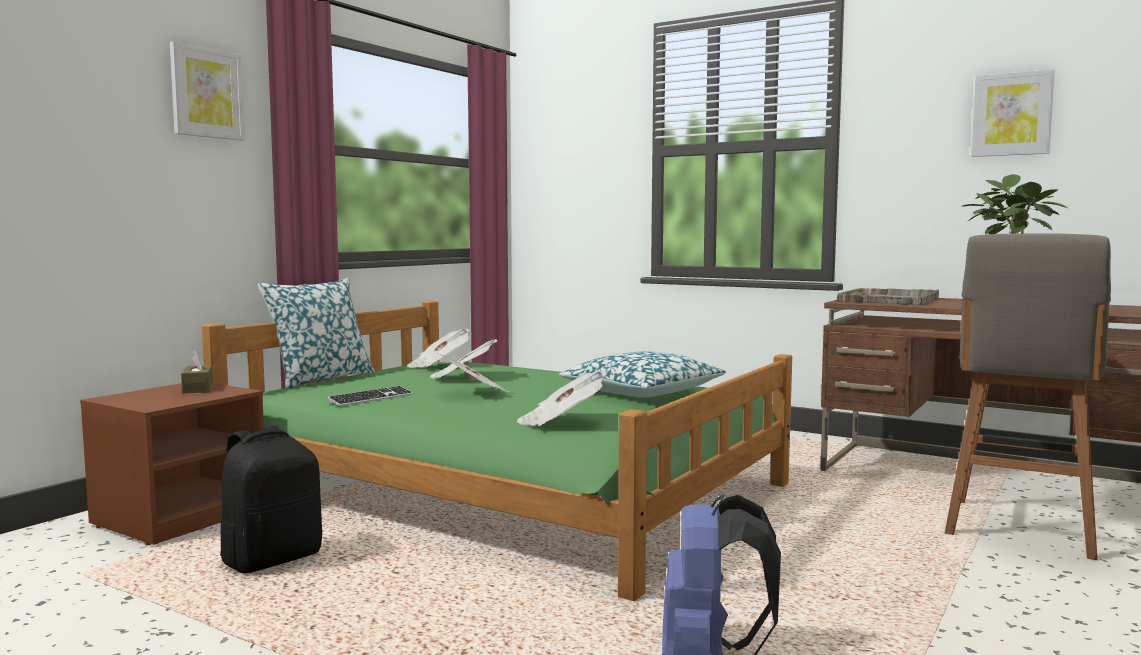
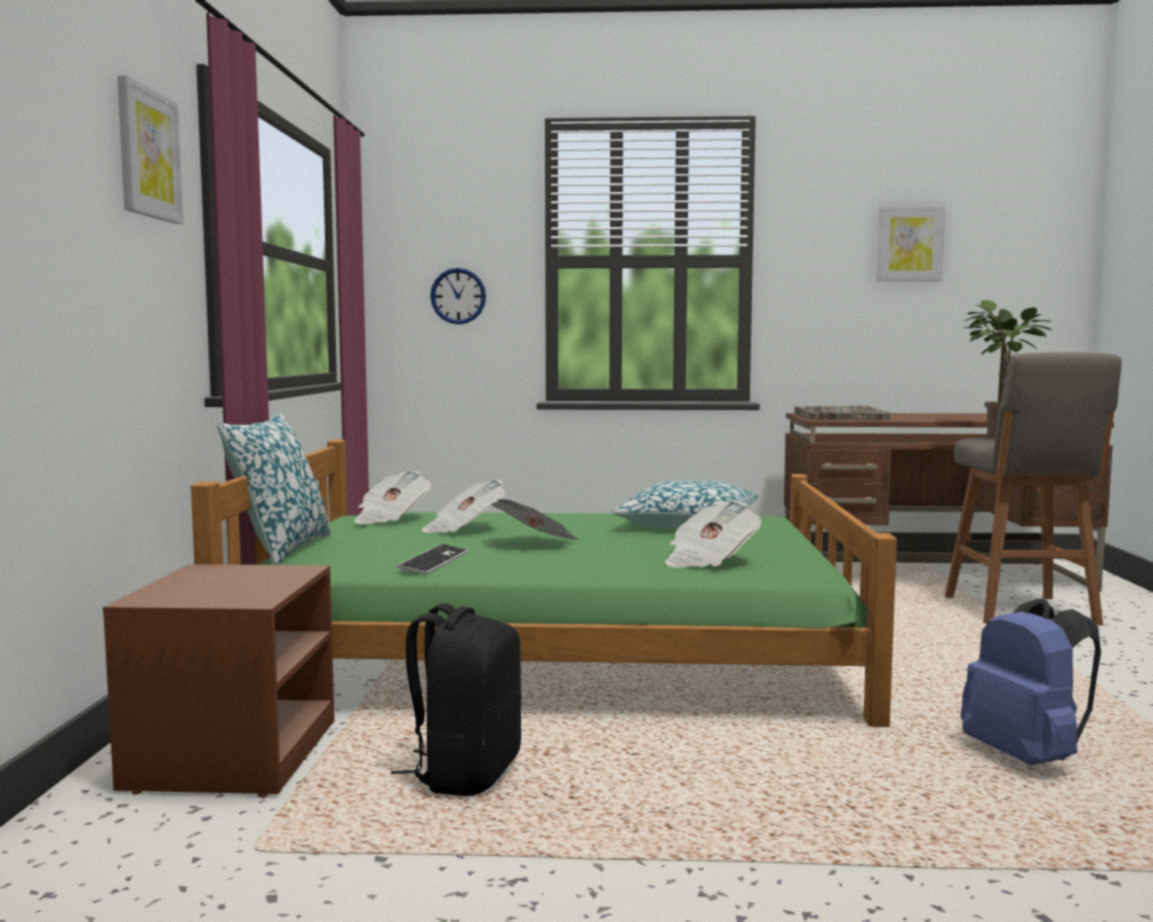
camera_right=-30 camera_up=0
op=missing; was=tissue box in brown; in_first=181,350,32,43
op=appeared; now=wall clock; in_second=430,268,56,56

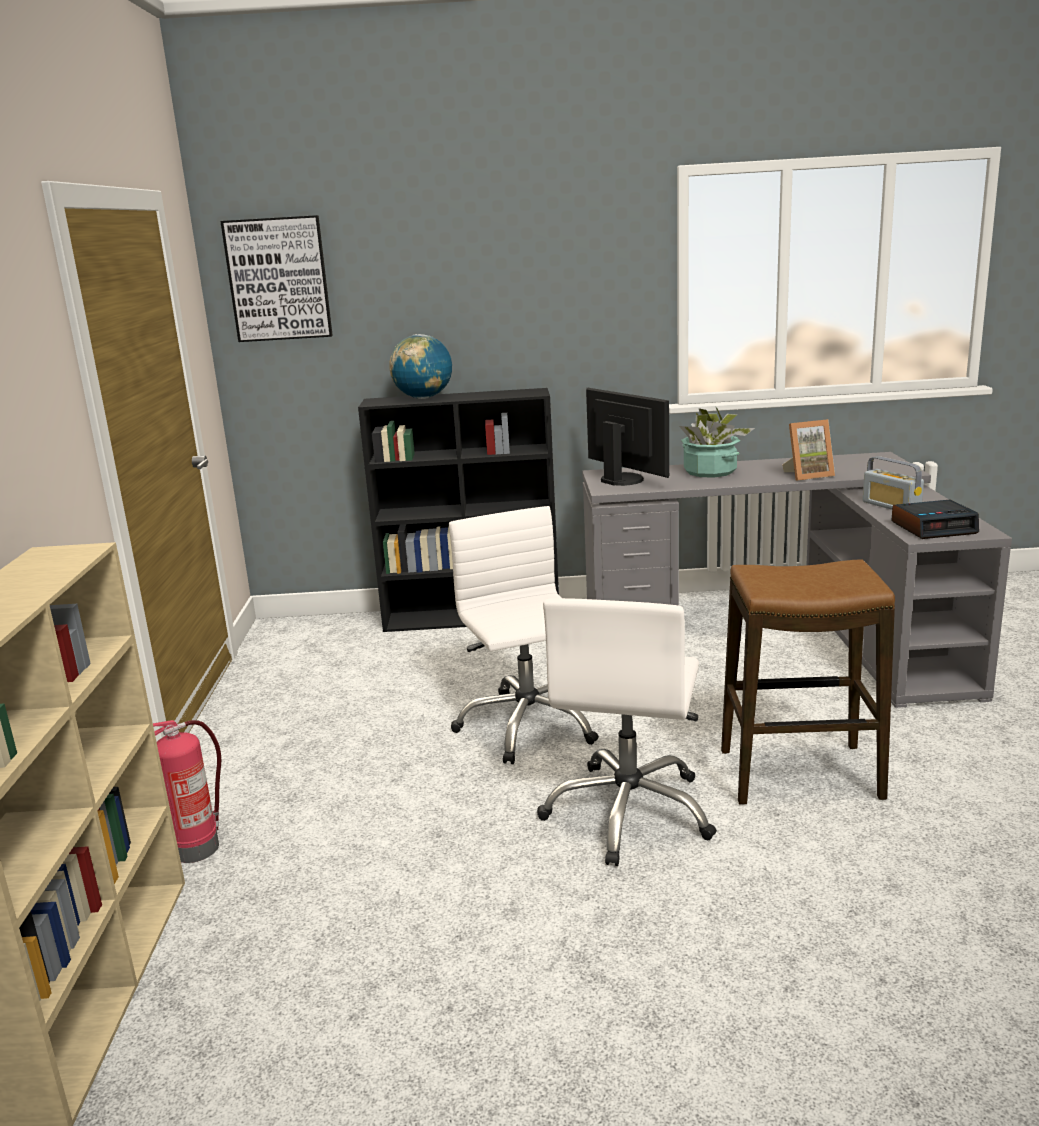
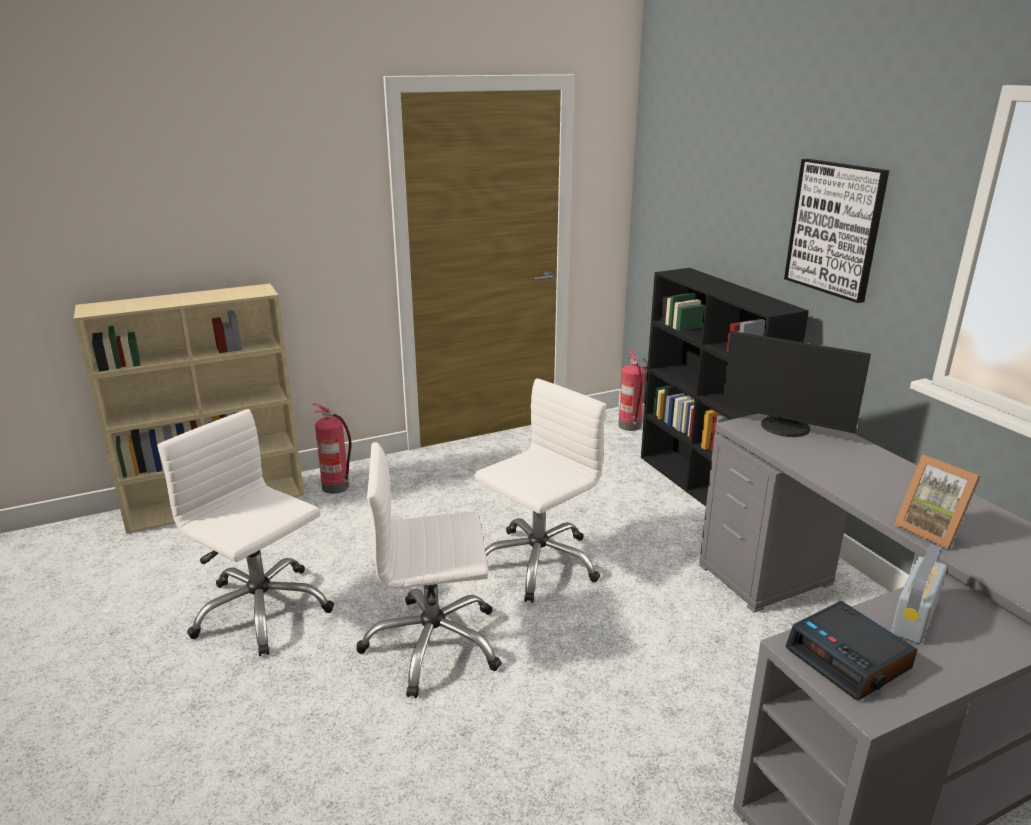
camera_right=65 camera_up=5
op=relocated; was=picture; in_first=220,215,113,127; in_second=784,159,105,144
op=missing; was=globe; in_first=389,334,63,65
op=spun; was=monitor; in_first=586,388,83,98; in_second=722,331,149,106; clockwise=90
op=missing; was=potted plant; in_first=679,407,76,71
op=missing; was=stool; in_first=721,559,174,246
op=appeared; now=fire extinguisher; in_second=618,350,27,81
op=appeared; now=office chair in white; in_second=157,409,177,247

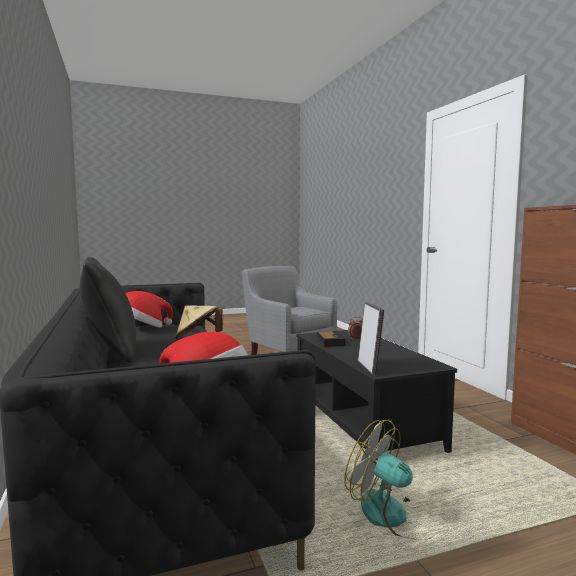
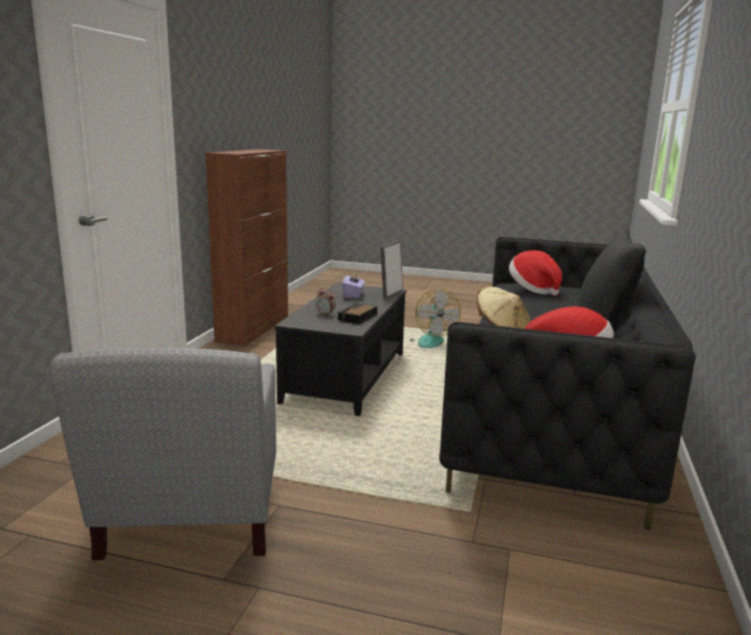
camera_right=-145 camera_up=10
op=appeared; now=tissue box in purple; in_second=342,272,23,27

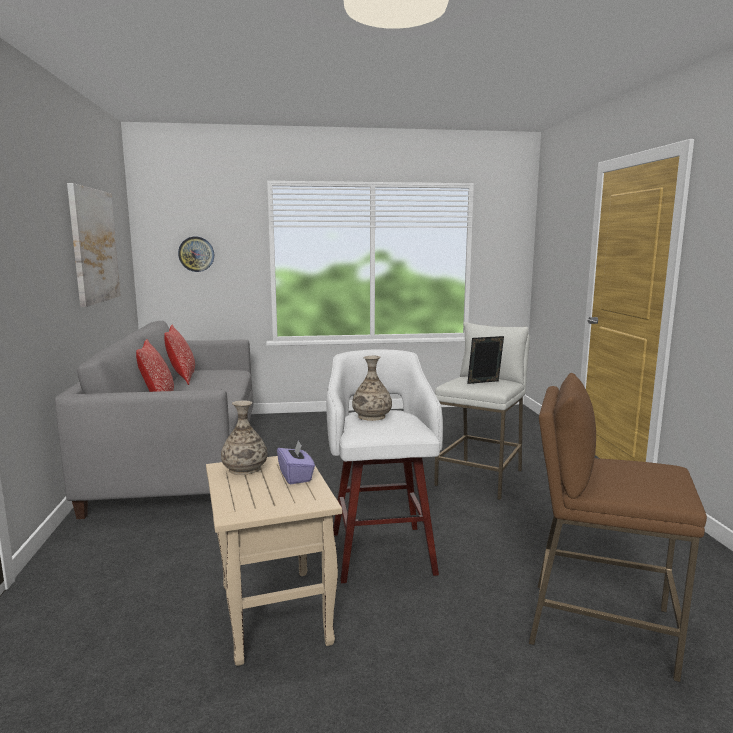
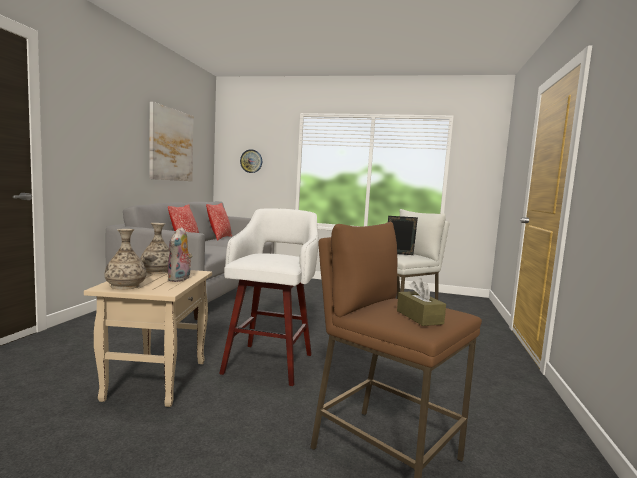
camera_right=20 camera_up=-5
op=relocated; was=vase; in_first=352,356,40,65; in_second=104,229,42,61
op=exchanged; was=tissue box in purple; now=plush toy; in_first=277,441,38,43; in_second=168,227,25,55
op=appeared; now=tissue box in brown; in_second=397,278,49,48

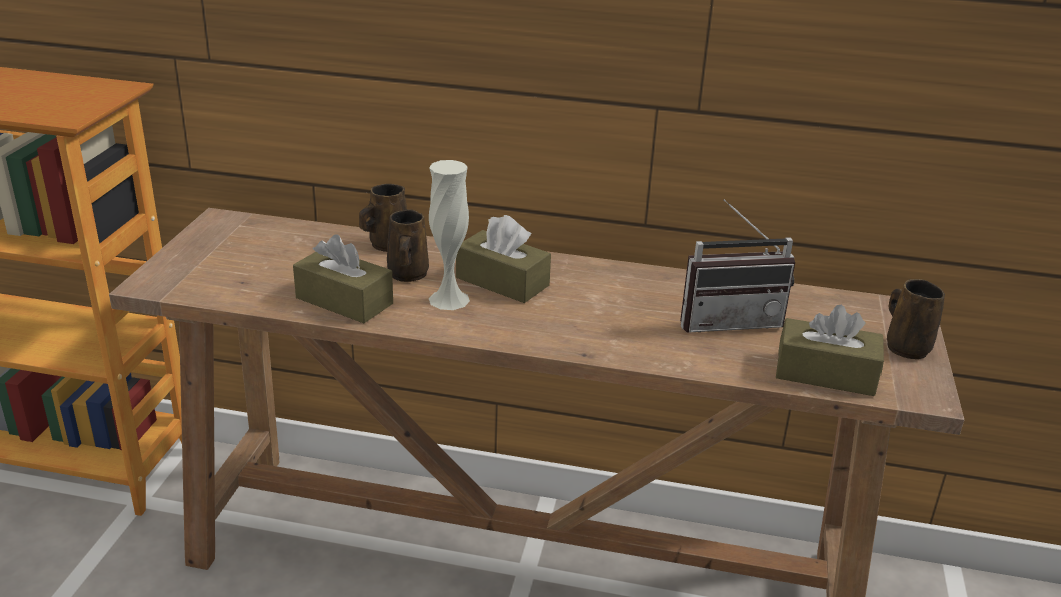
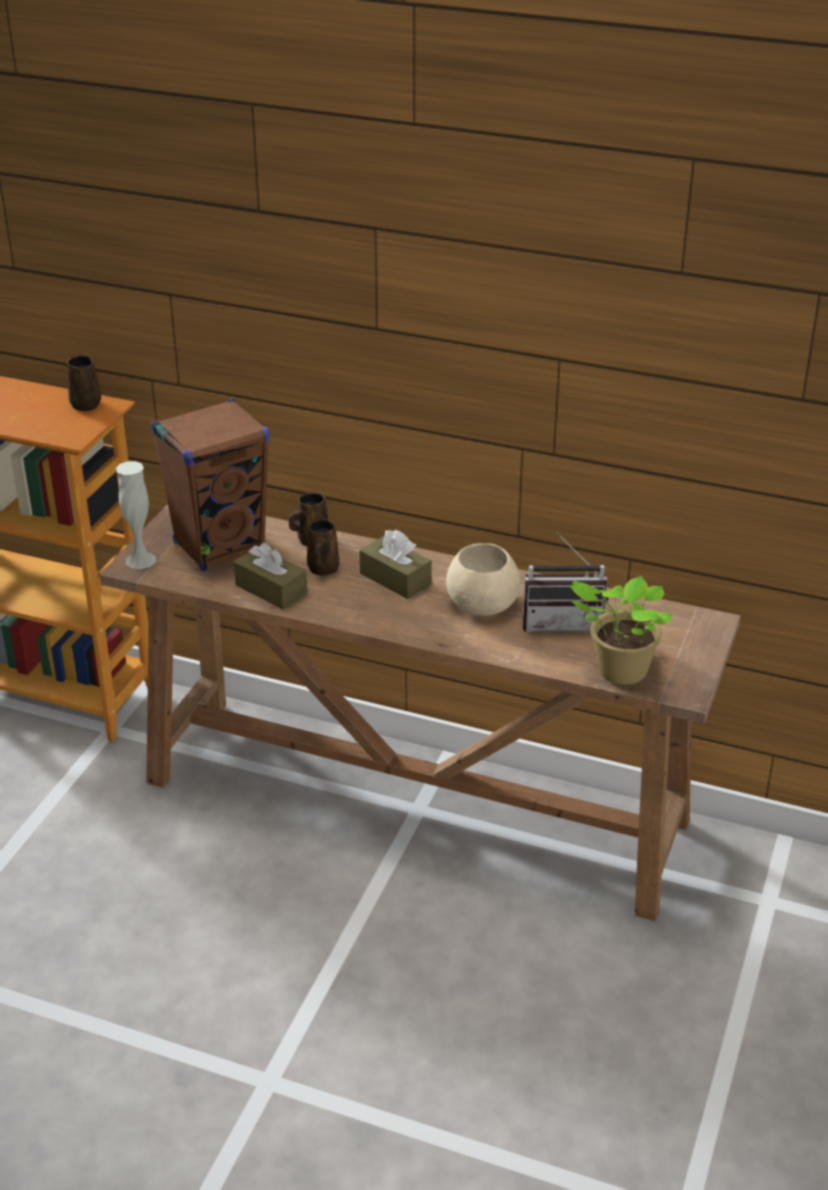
camera_right=10 camera_up=5
op=relocated; was=vase in white; in_first=429,160,41,150; in_second=116,461,40,108
op=relocated; was=mug in brown; in_first=887,279,58,80; in_second=67,355,34,56
op=exchanged; was=tissue box in brown; now=potted plant; in_first=776,305,108,91; in_second=569,576,103,109
op=appeared; now=speaker in brown; in_second=151,399,119,173
op=appeared; now=bowl in beige; in_second=446,543,74,73

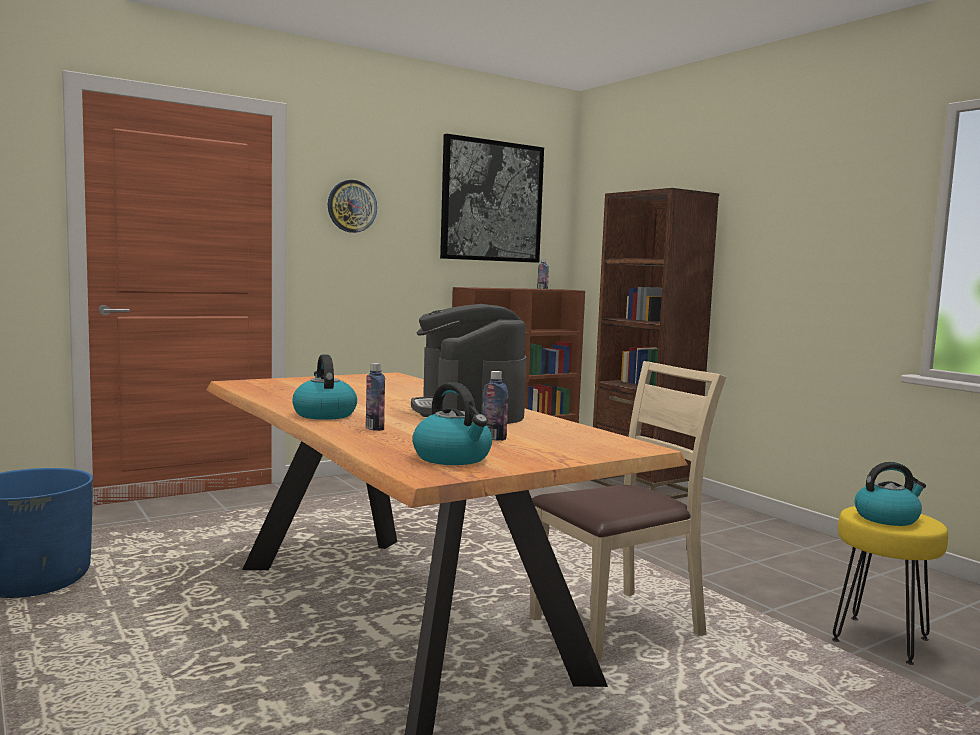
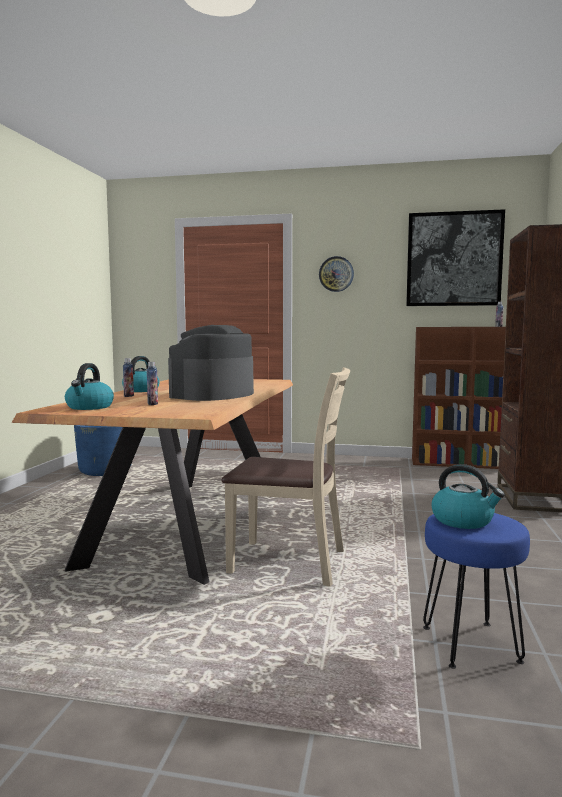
camera_right=45 camera_up=0
op=colour; was=stool in yellow; now=stool in blue; in_first=832,506,116,159; in_second=423,513,107,156

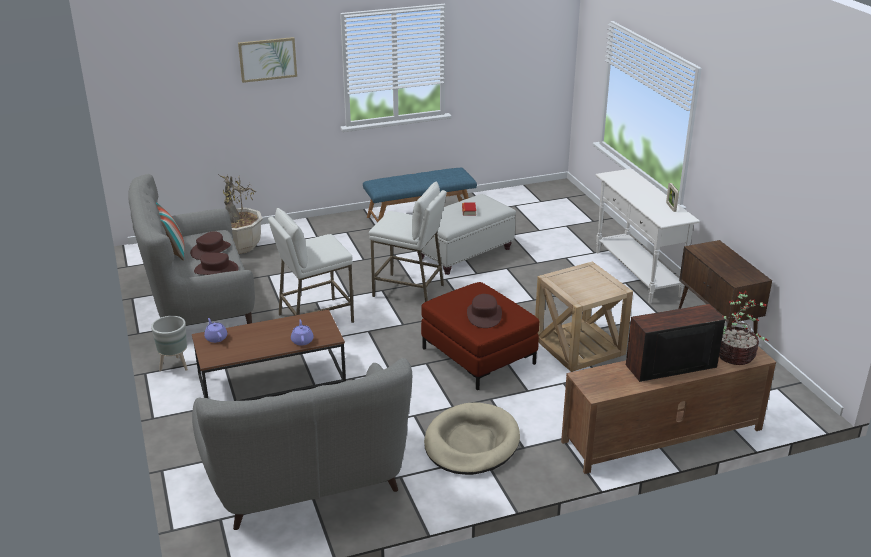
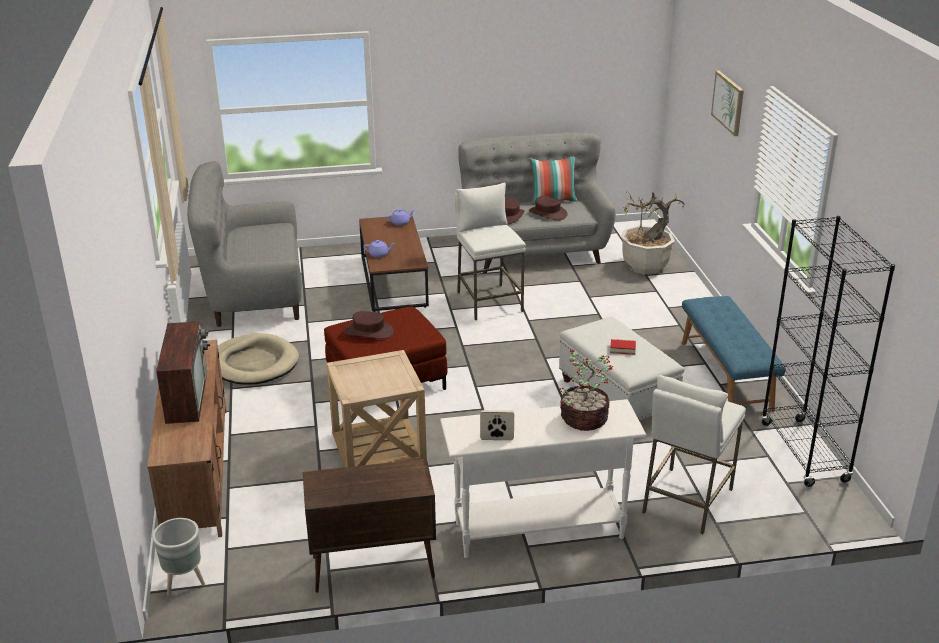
camera_right=100 camera_up=0
op=relocated; was=stool in white; in_first=369,182,78,120; in_second=642,375,104,159
op=relocated; was=potted plant; in_first=719,291,49,74; in_second=559,349,54,82
op=relocated; was=planter in grey; in_first=151,316,37,55; in_second=152,518,53,78
op=appeared; now=bookcase in black; in_second=761,216,134,271

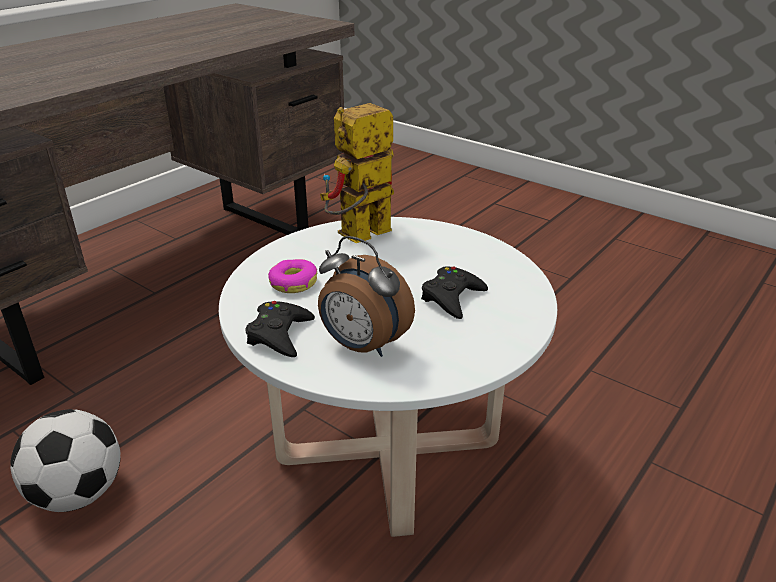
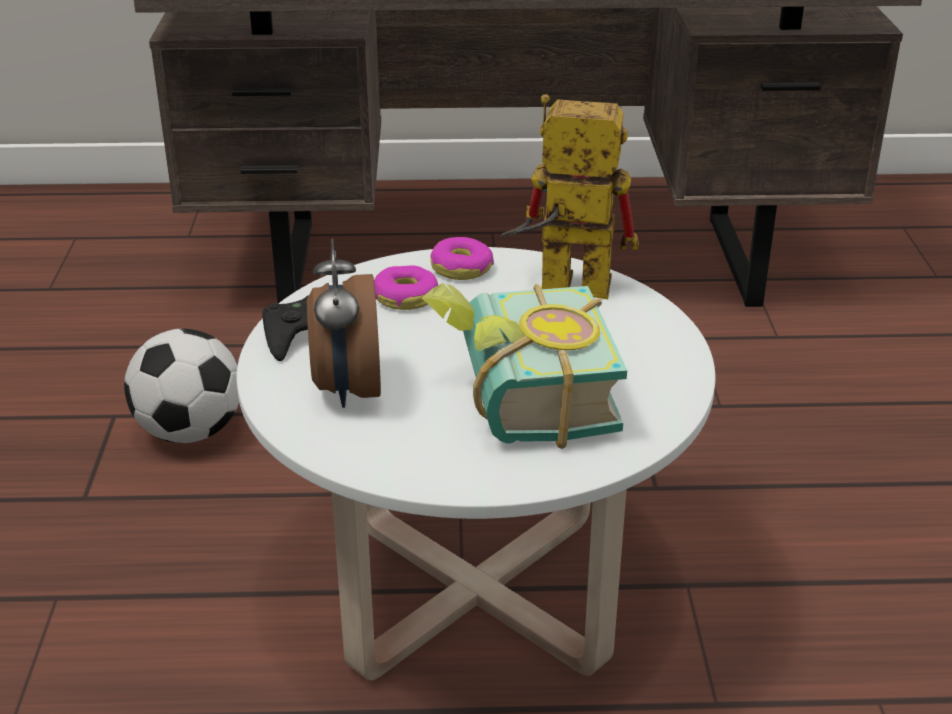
camera_right=50 camera_up=0
op=exchanged; was=game controller in black; now=book; in_first=421,266,67,53; in_second=422,283,205,166
op=appeared; now=donut; in_second=430,237,64,43

